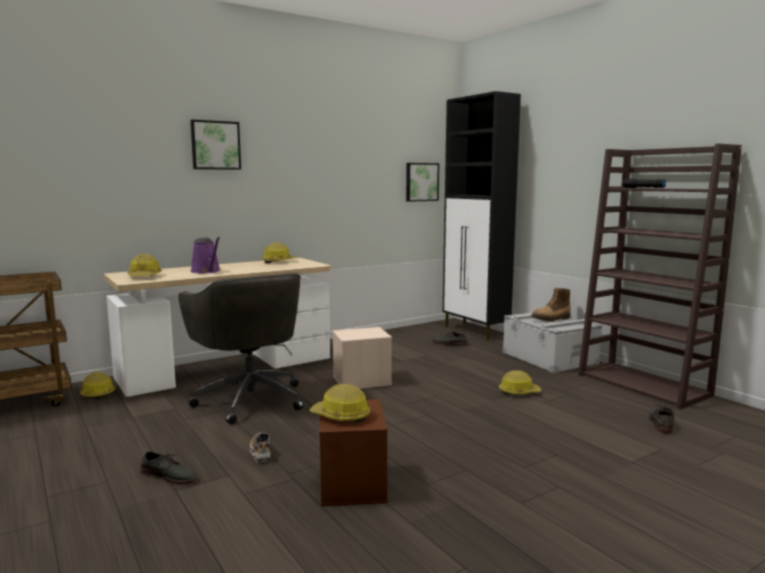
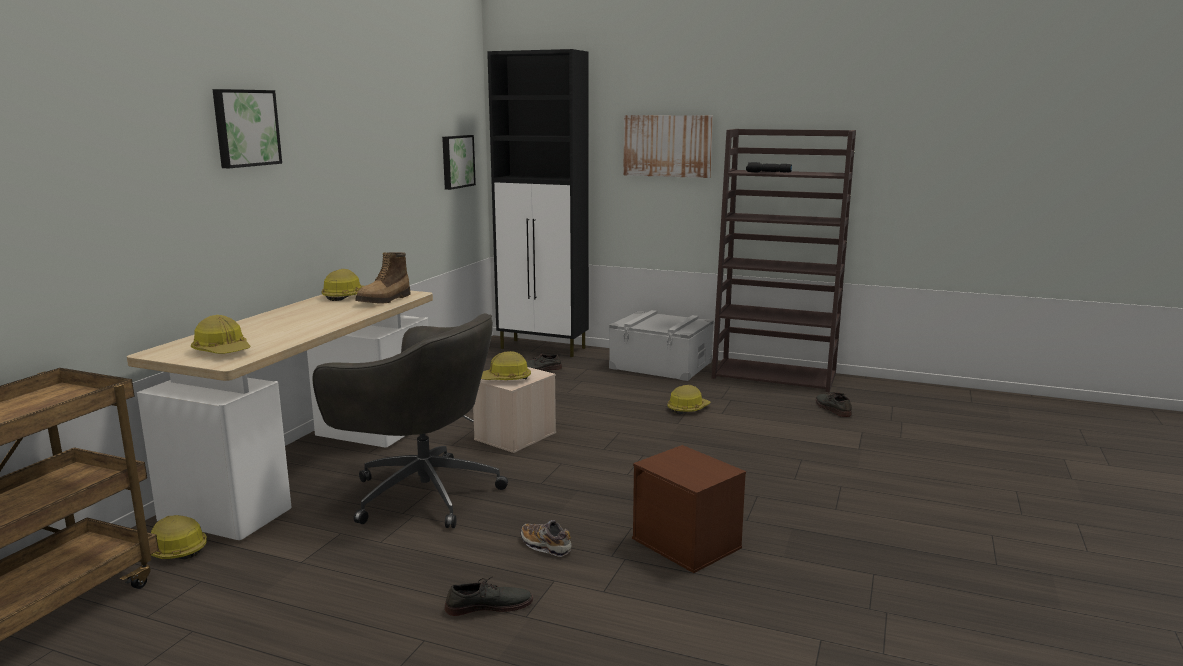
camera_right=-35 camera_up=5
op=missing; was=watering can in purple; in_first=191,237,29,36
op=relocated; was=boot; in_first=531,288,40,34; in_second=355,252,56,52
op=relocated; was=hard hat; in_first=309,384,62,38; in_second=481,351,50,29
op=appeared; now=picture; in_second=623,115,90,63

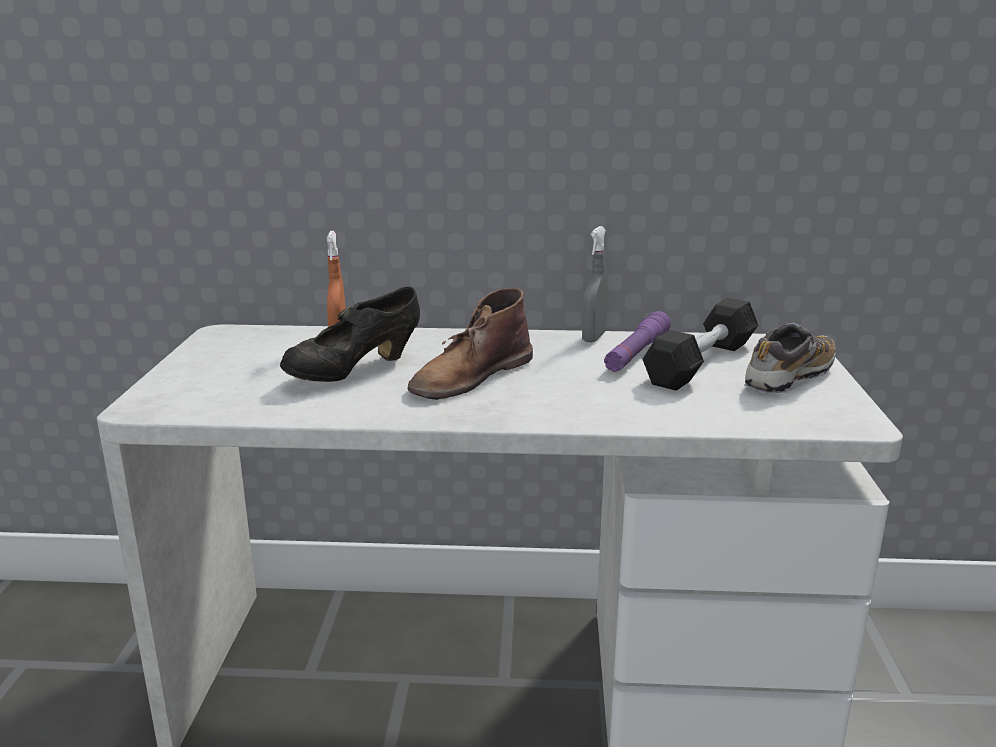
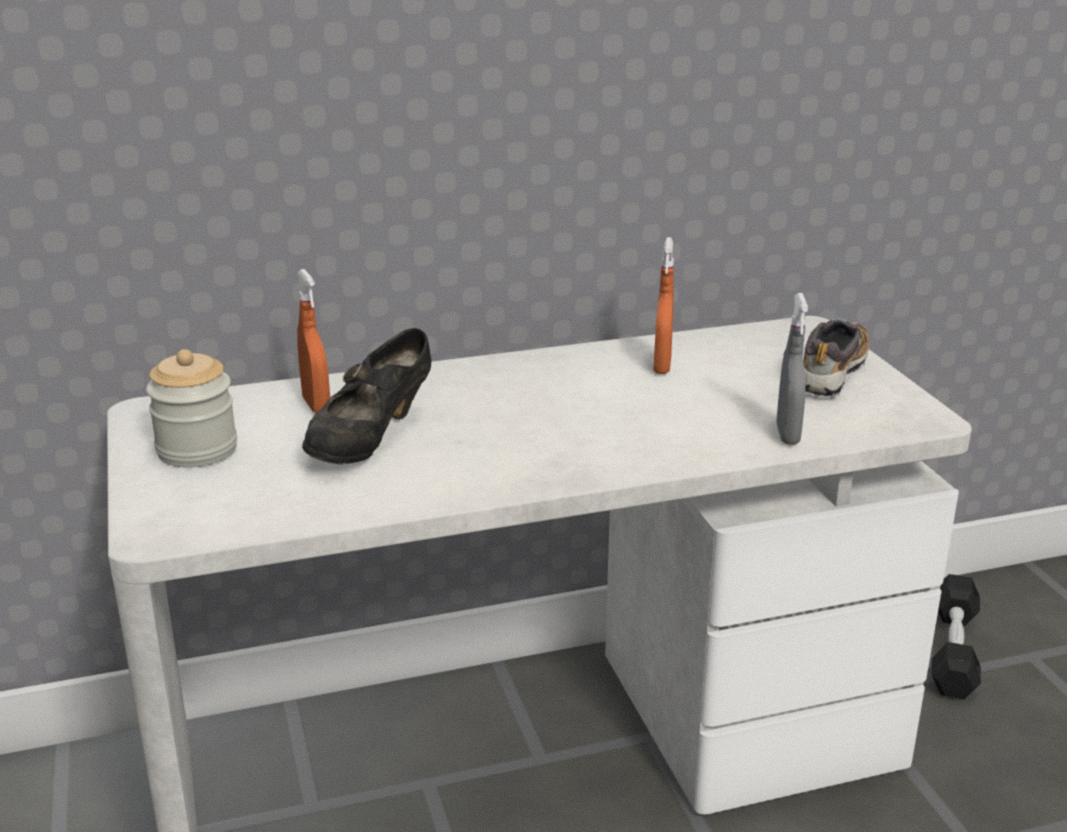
camera_right=-20 camera_up=5
op=relocated; was=spray bottle in grey; in_first=582,226,26,116; in_second=776,293,32,151
op=missing; was=boot in brown; in_first=408,288,125,112
op=relocated; was=dumbbell in black; in_first=642,298,116,93; in_second=931,574,50,125
op=exchanged; was=flashlight in purple; now=spray bottle in orange; in_first=604,311,67,61; in_second=653,237,21,137
op=appeared; now=jar; in_second=146,349,91,119

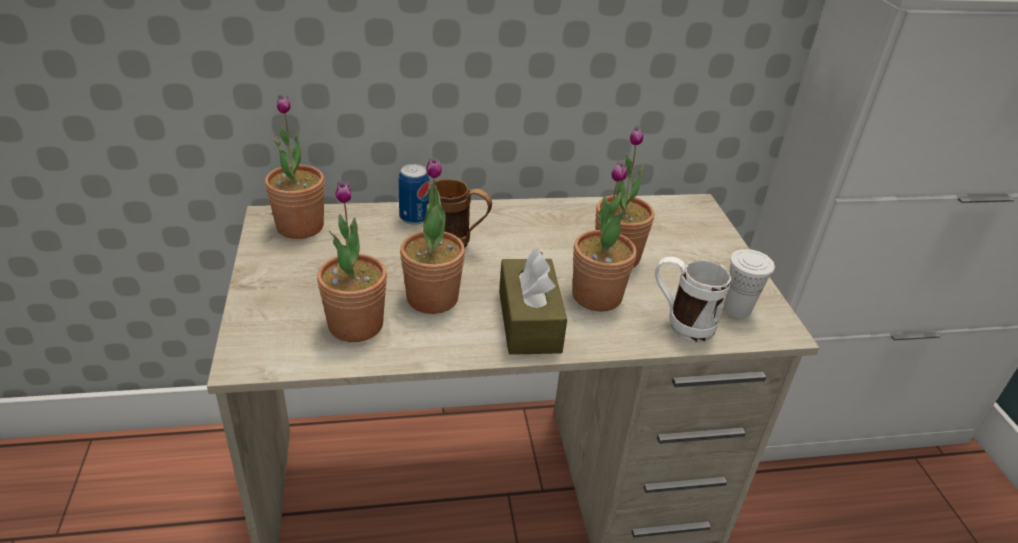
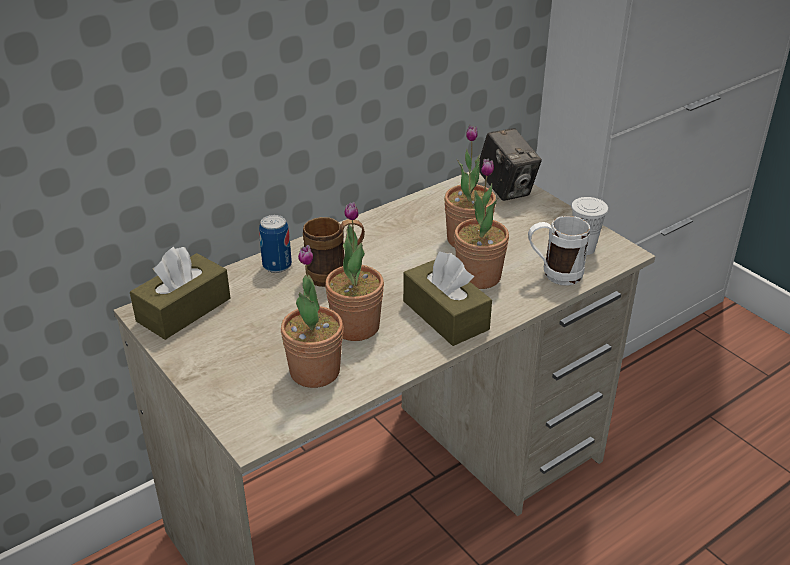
camera_right=-25 camera_up=0
op=exchanged; was=potted plant; now=tissue box in brown; in_first=265,94,60,145; in_second=130,247,100,93
op=appeared; now=photo camera; in_second=479,128,63,73

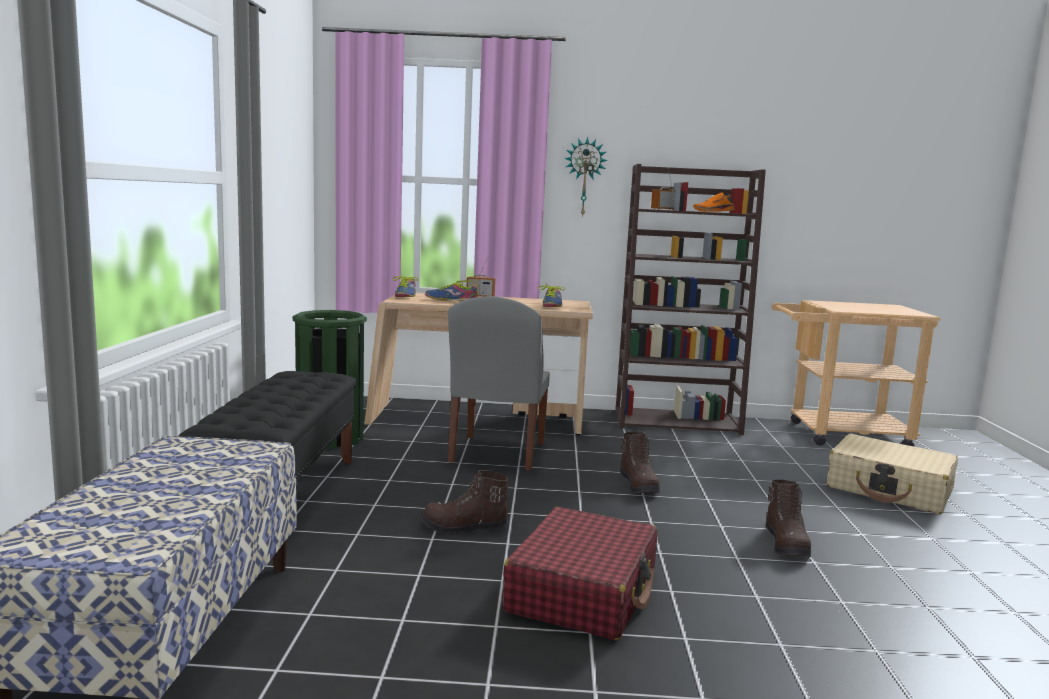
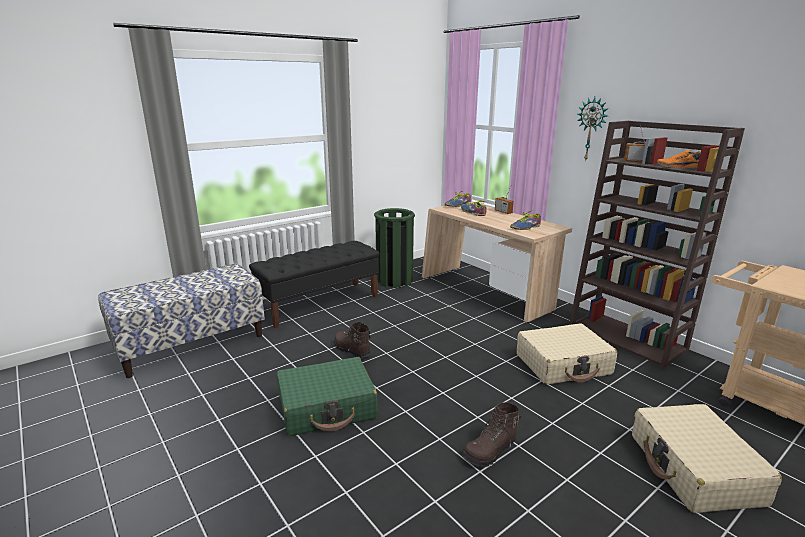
camera_right=50 camera_up=10
op=missing; was=chair in grey; in_first=448,296,102,174
op=missing; was=boot in brown; in_first=620,432,40,61
op=colour; was=suitcase in red; now=suitcase in green; in_first=502,507,155,133; in_second=277,357,101,79
op=appeared; now=suitcase in beige; in_second=517,323,100,62

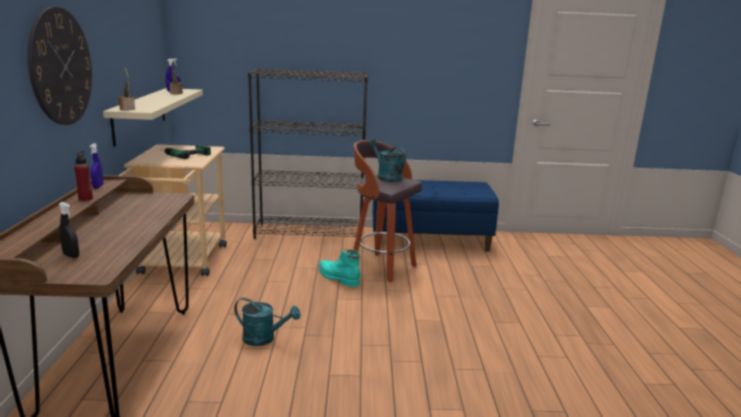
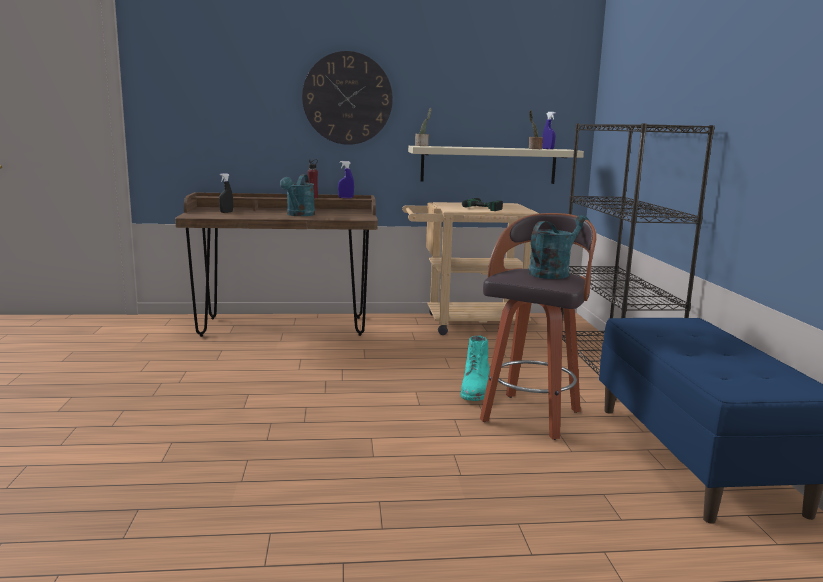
camera_right=85 camera_up=-5
op=spun; was=boot in turquoise; in_first=319,249,41,38; in_second=460,335,30,66; clockwise=150
op=relocated; was=watering can in turquoise; in_first=234,298,67,48; in_second=280,174,35,42

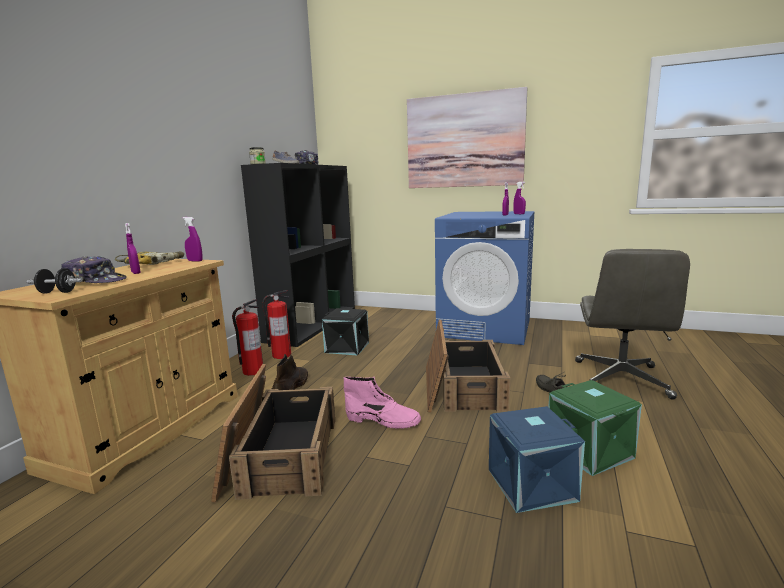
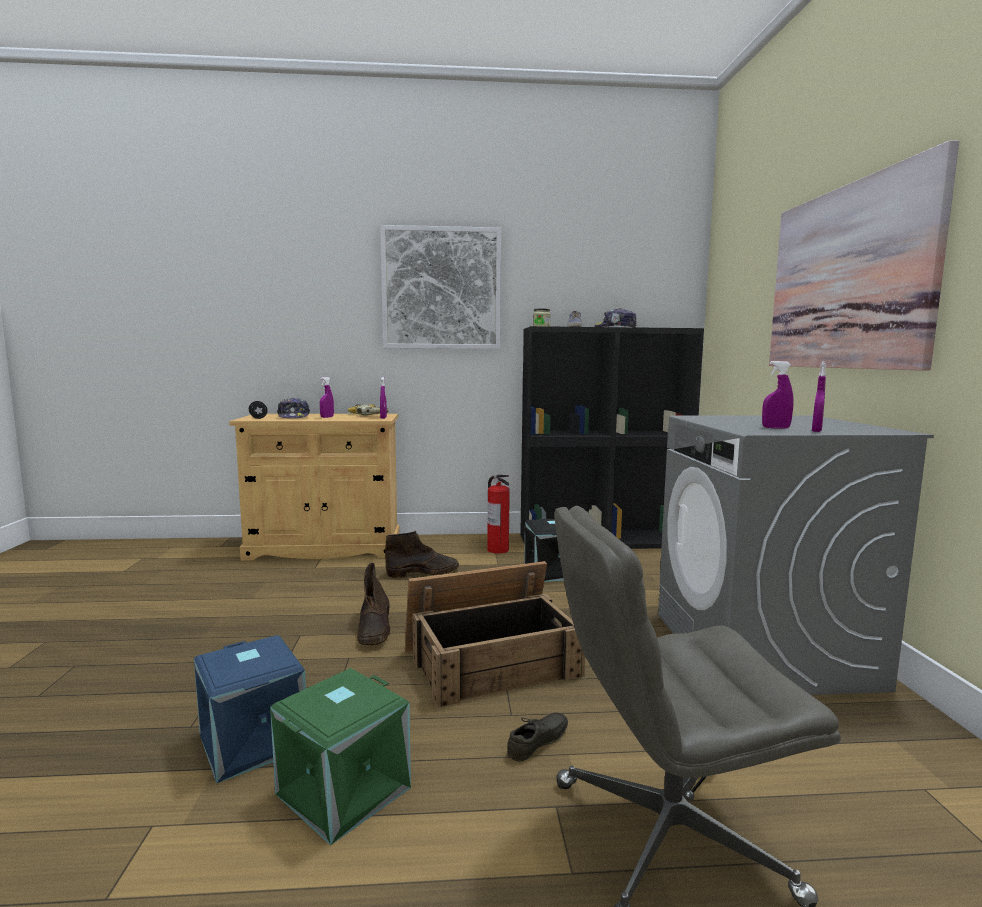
camera_right=65 camera_up=-5
op=colour; was=washing machine in blue; now=washing machine in grey; in_first=435,211,100,134; in_second=658,416,276,279
op=missing; was=fire extinguisher; in_first=232,299,31,77
op=missing; was=crate; in_first=211,364,124,139
op=colour; was=boot in pink; now=boot in brown; in_first=343,377,78,52; in_second=357,563,33,83
op=appeared; now=picture; in_second=380,225,121,124

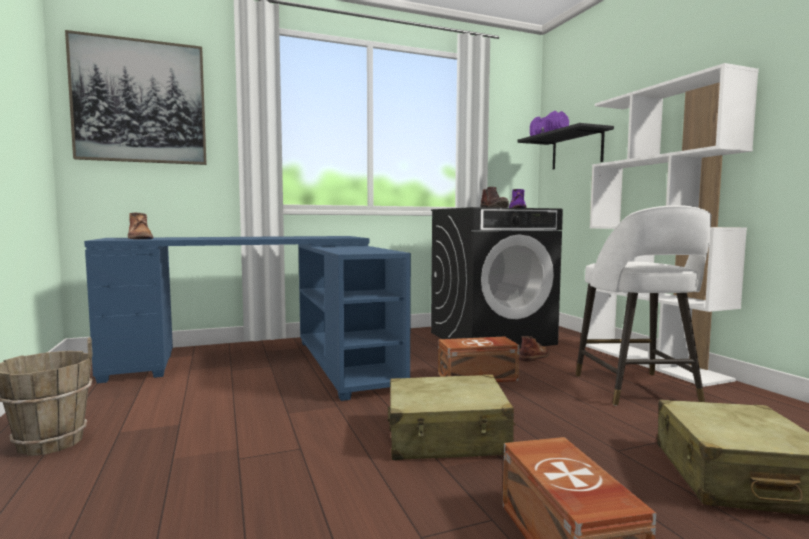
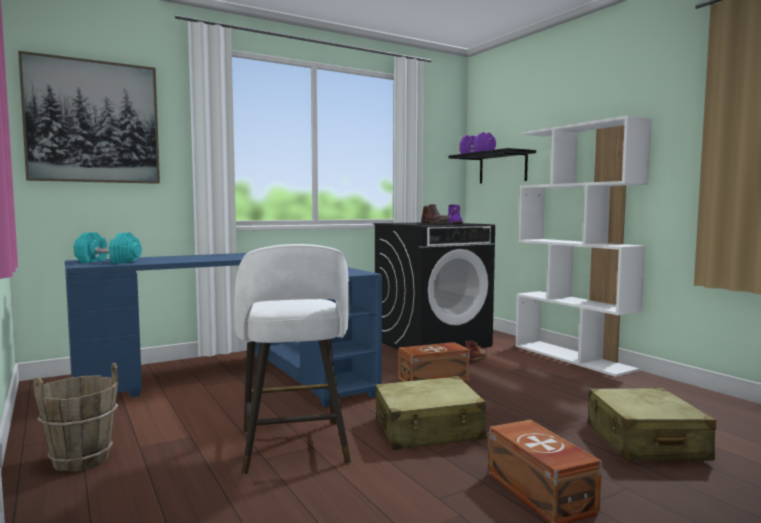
camera_right=-10 camera_up=0
op=relocated; was=stool in white; in_first=576,205,136,201; in_second=235,244,116,231
op=exchanged; was=boot in brown; now=dumbbell in turquoise; in_first=128,213,25,26; in_second=74,232,68,32

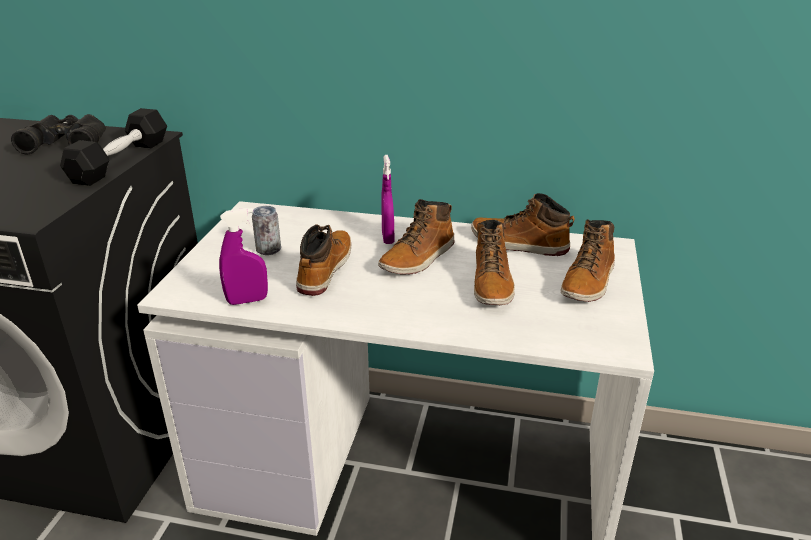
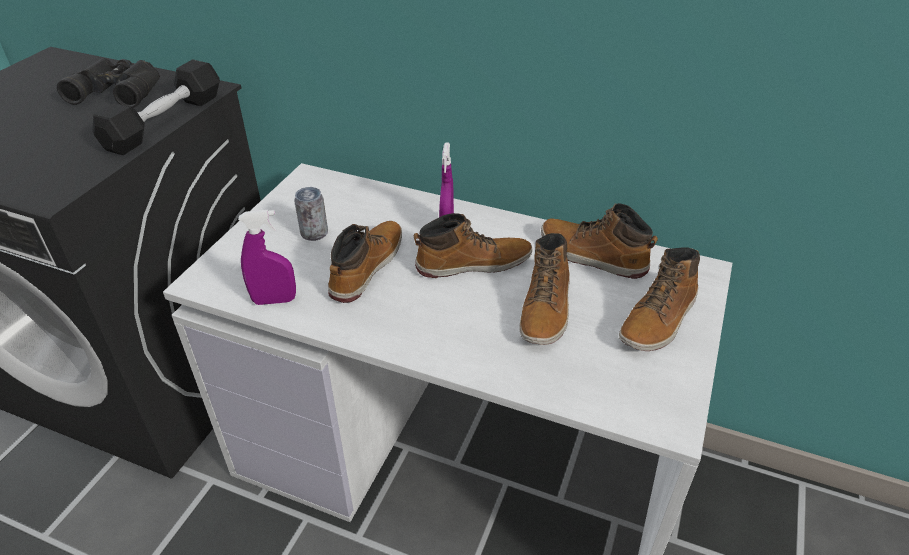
camera_right=10 camera_up=10
op=spun; was=boot; in_first=378,199,77,76; in_second=414,213,118,65; clockwise=-150

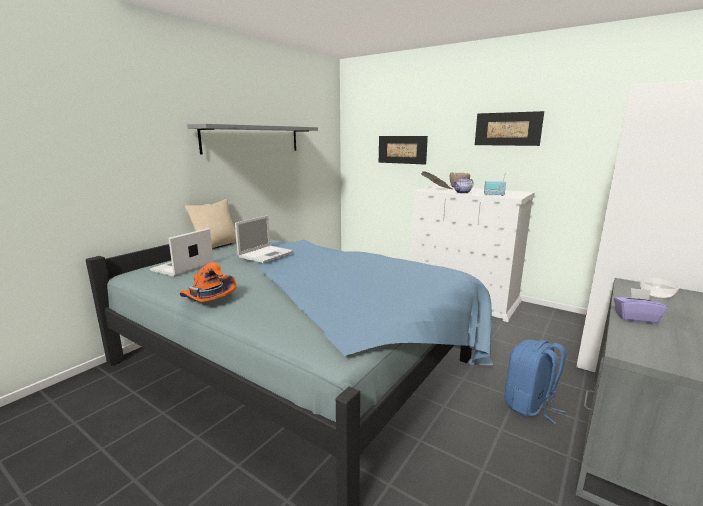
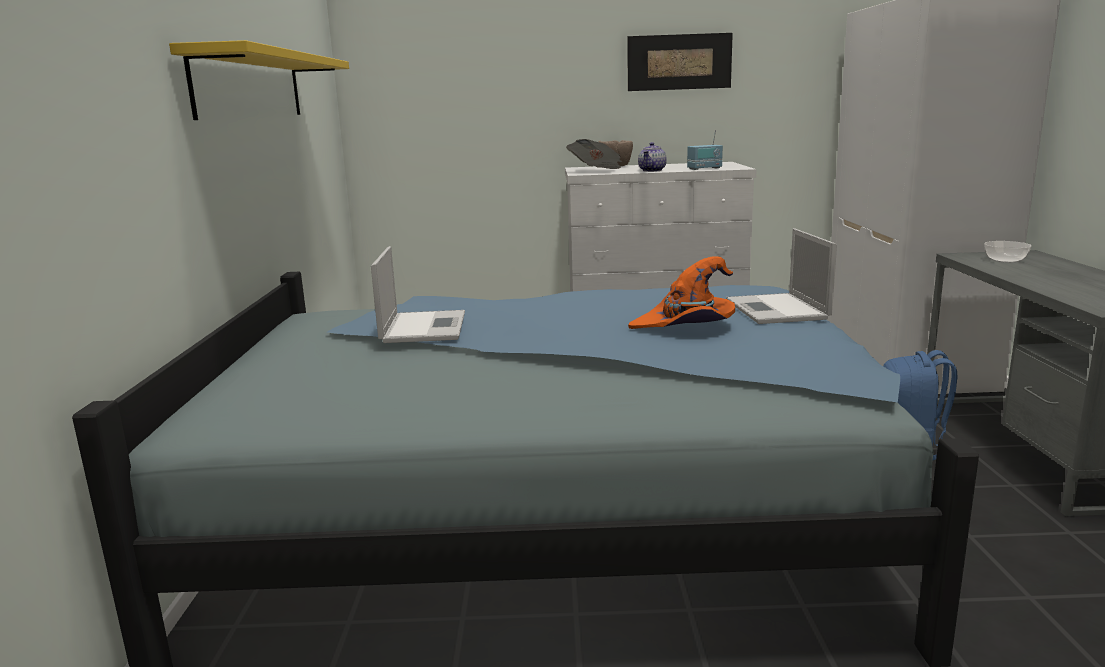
camera_right=-35 camera_up=0
op=colour; was=shelf in grey; now=shelf in yellow; in_first=187,124,131,30; in_second=169,40,180,80
op=missing; was=picture; in_first=379,136,49,29
op=missing; was=pillow in beige; in_first=185,199,51,50
op=relocated; was=laptop; in_first=150,228,63,49; in_second=726,228,111,96
op=relocated; was=hat in orange; in_first=180,263,56,39; in_second=628,256,107,73
op=missing; was=tissue box in purple; in_first=614,288,54,35

